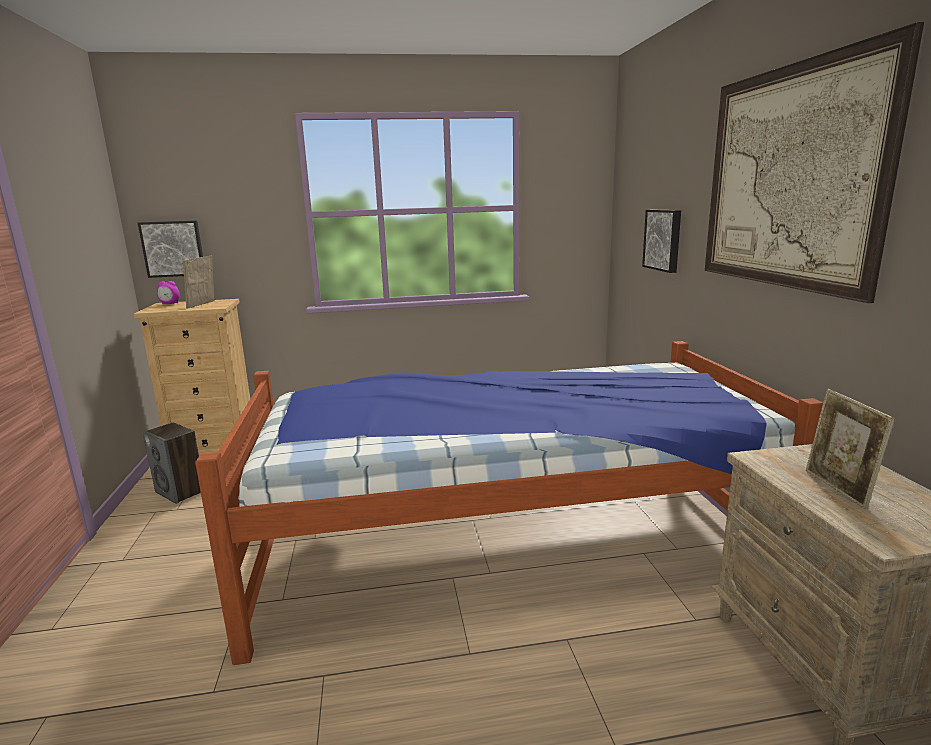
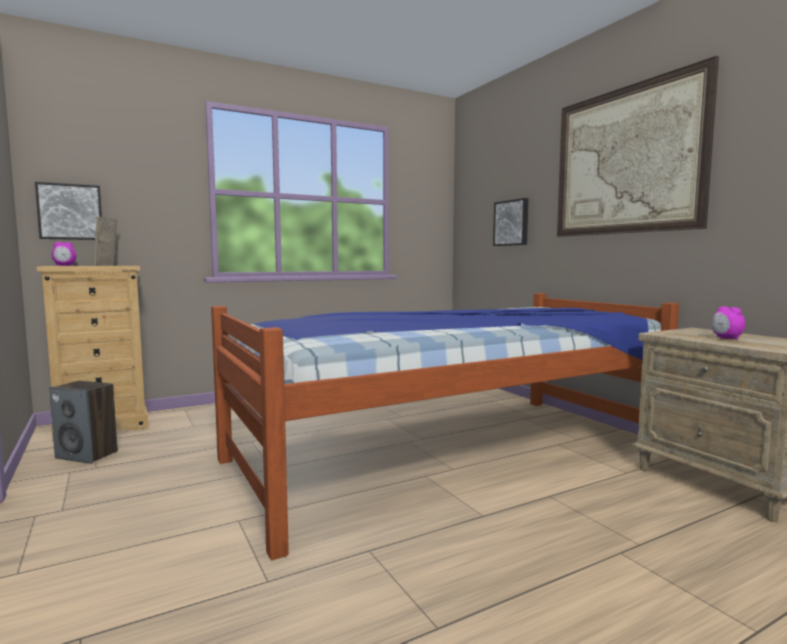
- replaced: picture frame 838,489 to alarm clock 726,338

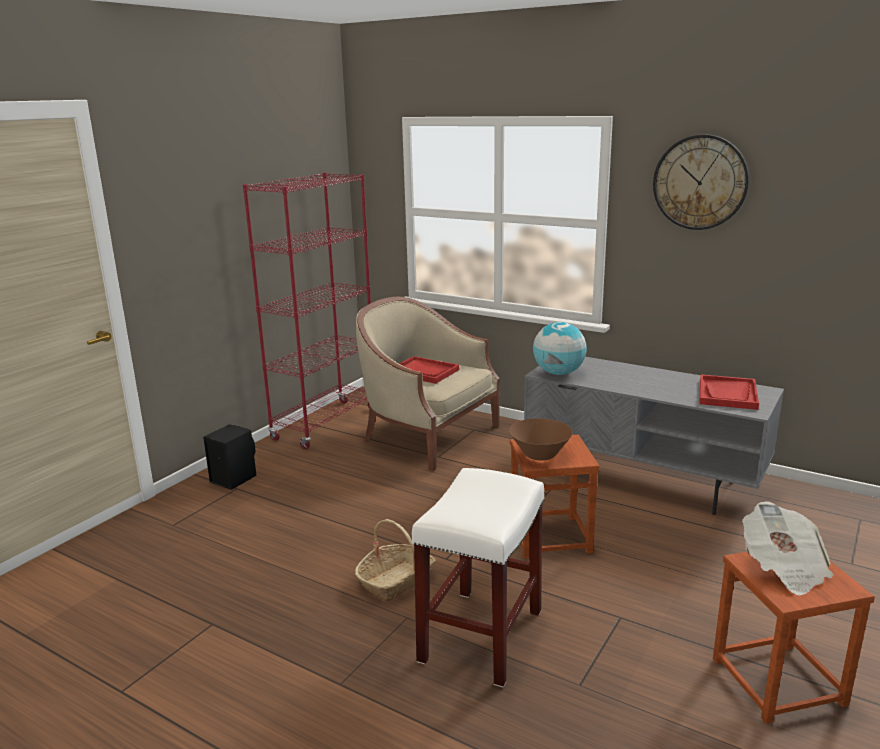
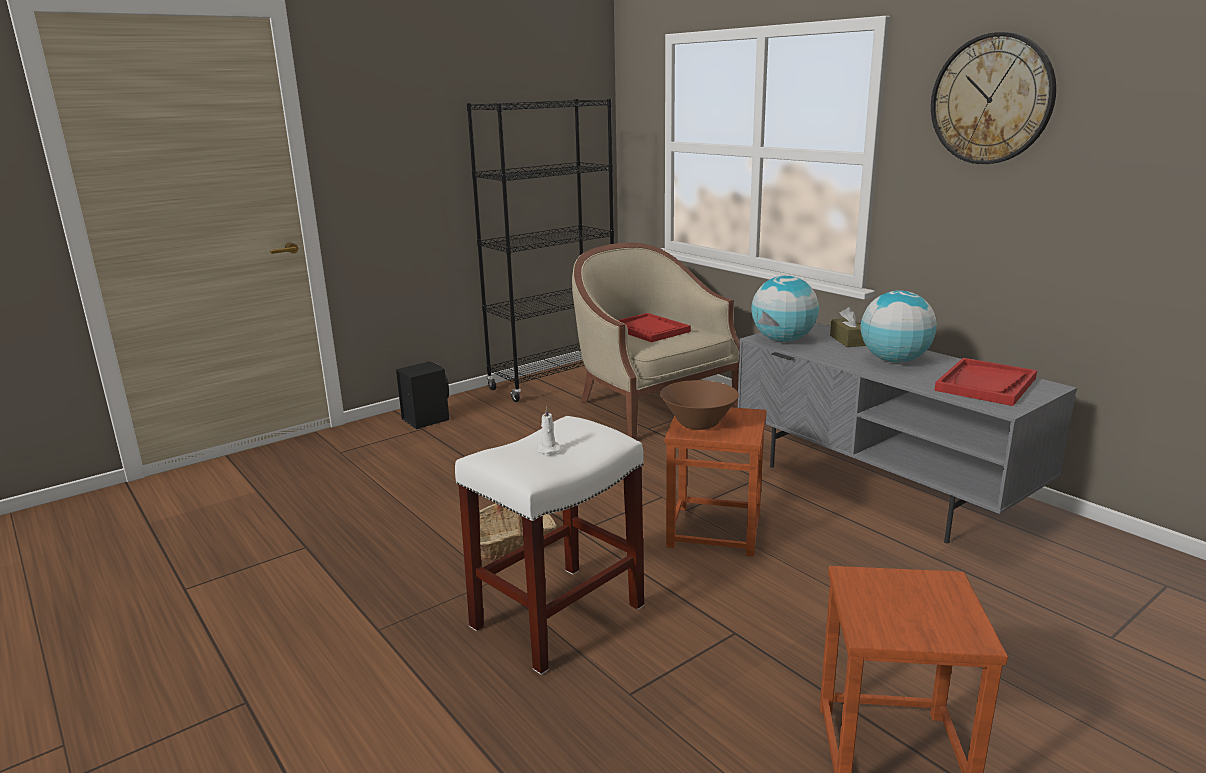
- recoloured: red bookcase 325,424 to black bookcase 553,381
- removed: newspaper 783,568
- added: white candle 548,449
- added: brown tissue box 848,340
- added: globe 894,360

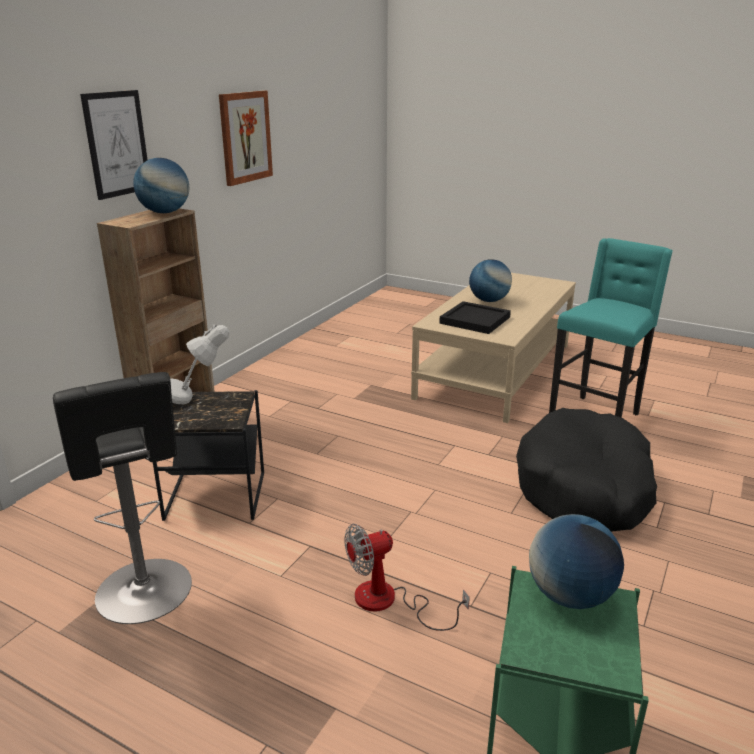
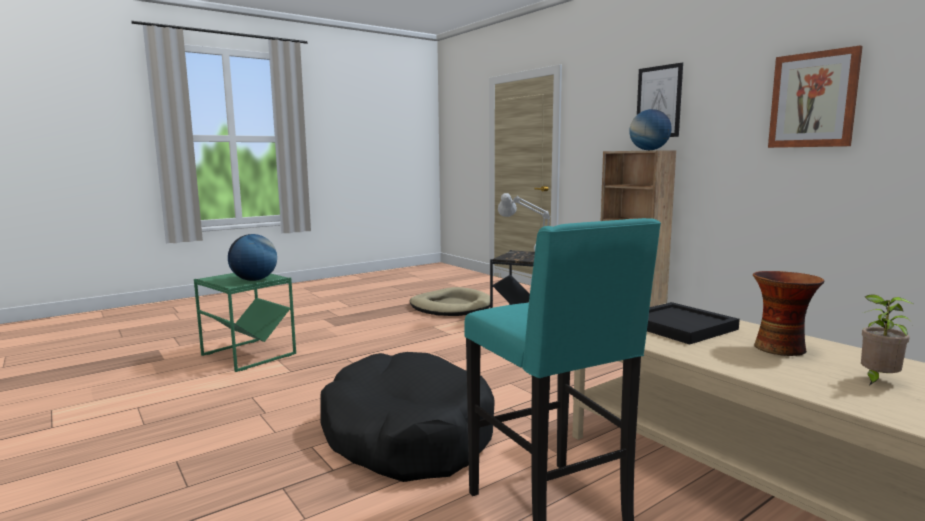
- replaced: black stool 146,594 to beige dog bed 451,306
- removed: fan 389,602
- replaced: globe 489,300 to vase 780,348
- added: potted plant 877,381

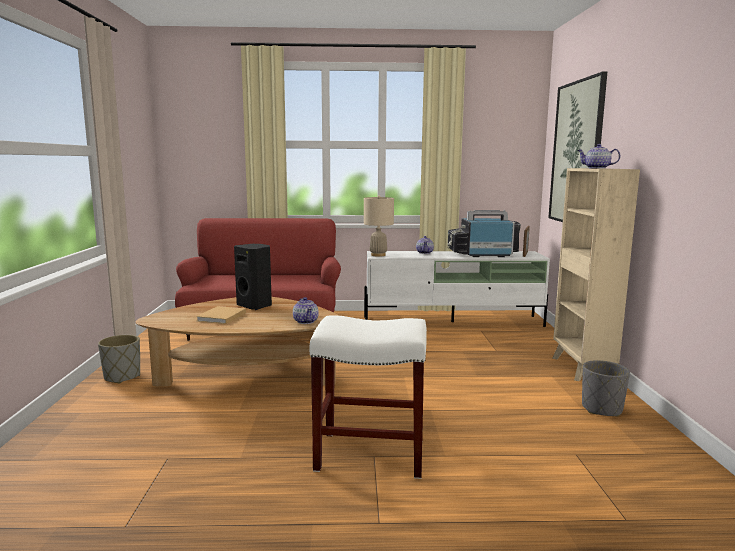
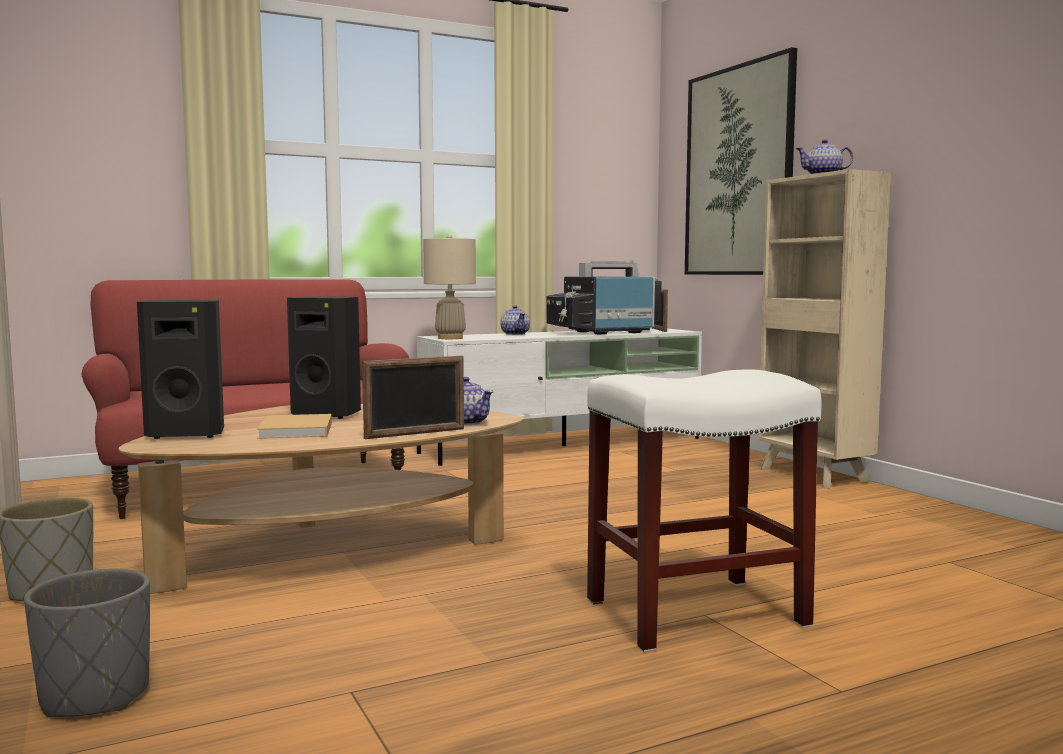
- moved: grey planter 601,409 to 94,696
- added: black speaker 188,434
- added: picture frame 415,433

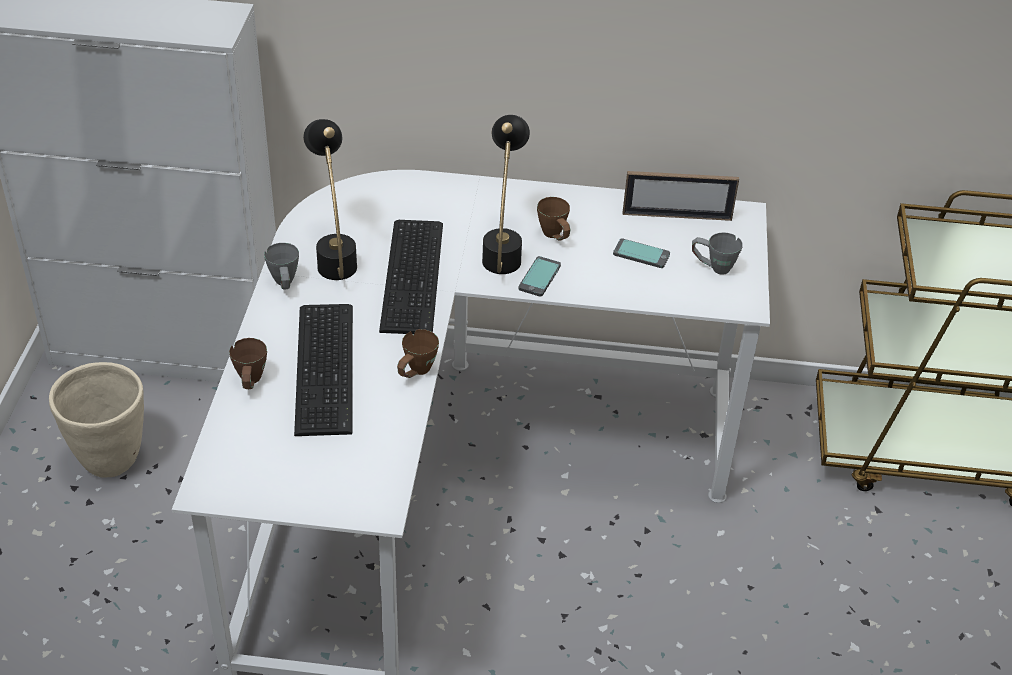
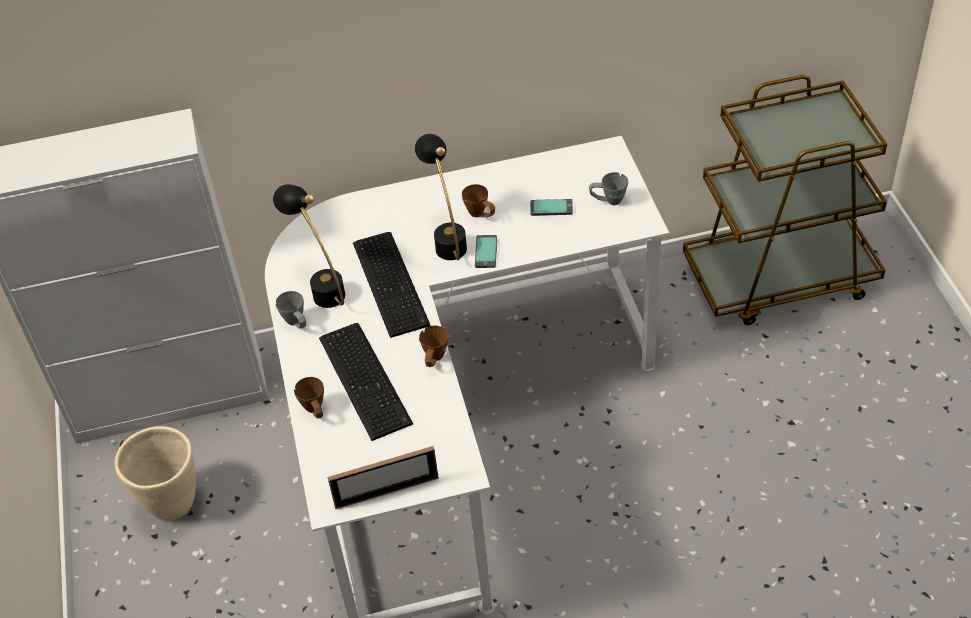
- moved: picture frame 677,216 to 386,492

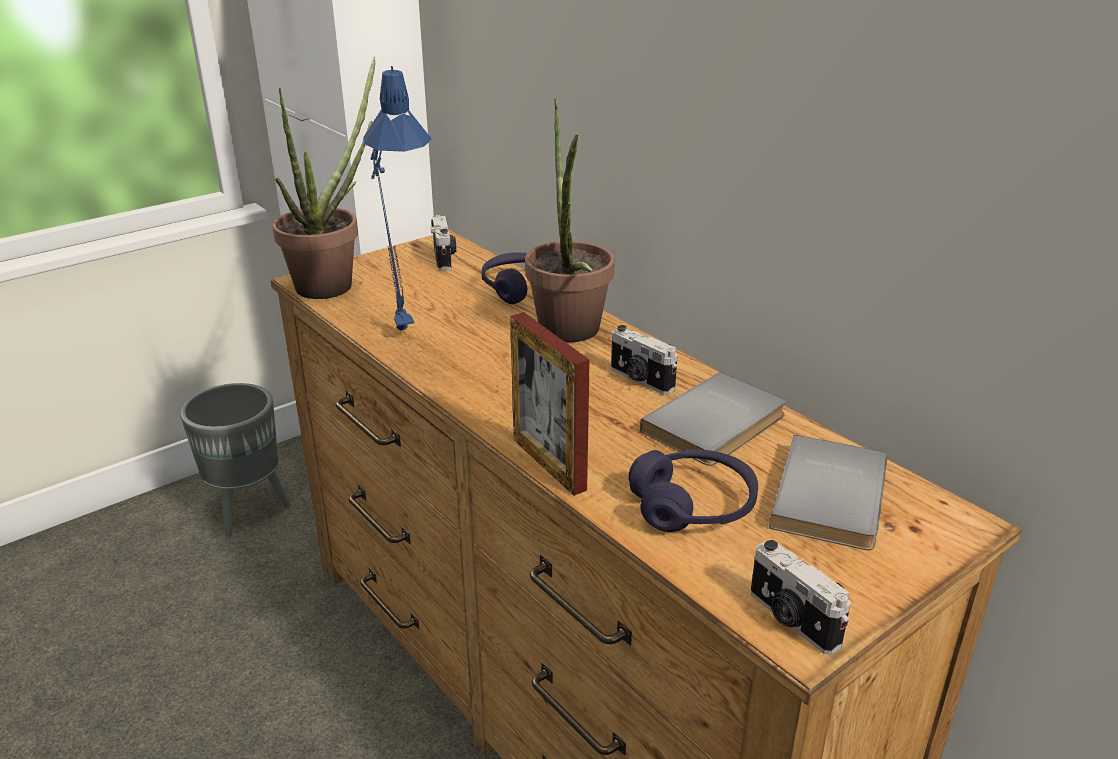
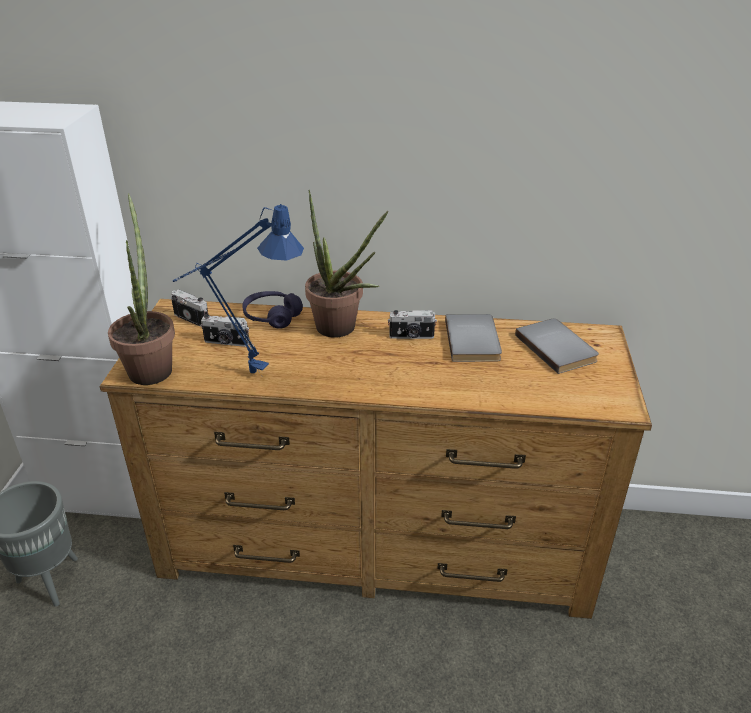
- removed: picture frame 549,464
- removed: purple headphones 693,506
- moved: photo camera 791,620 to 226,342

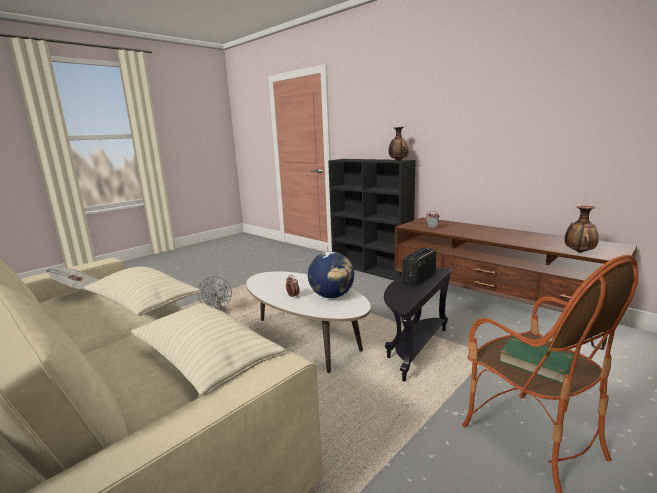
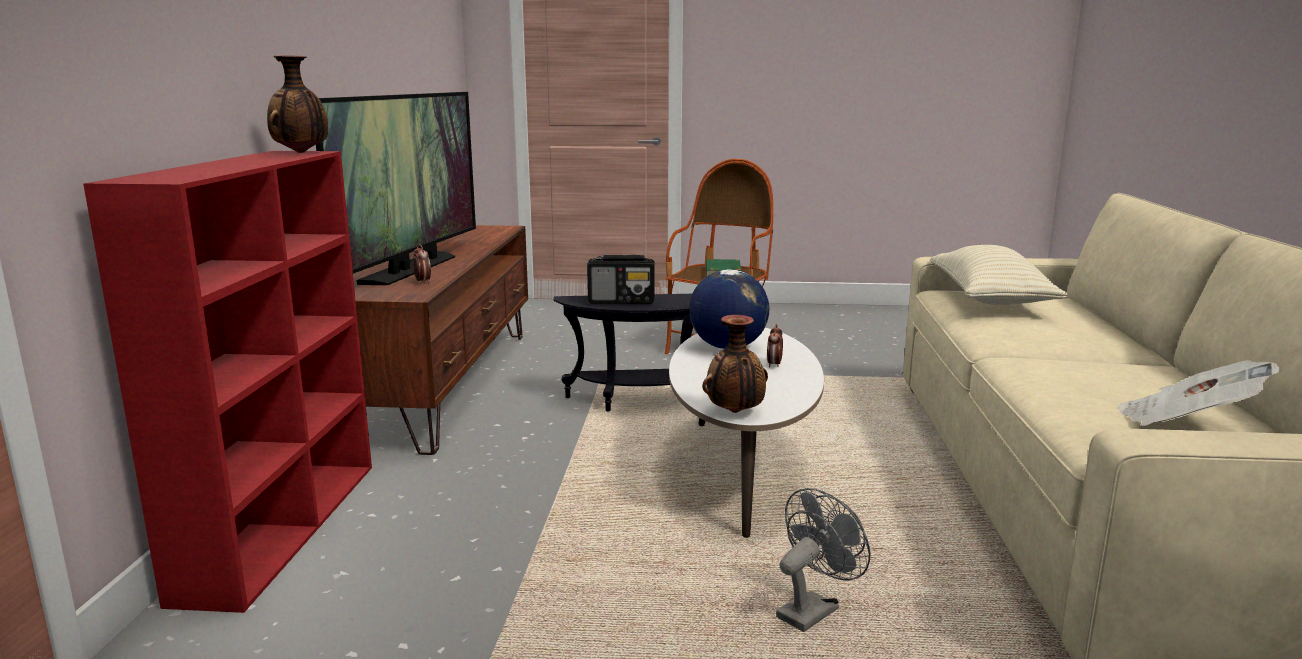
- removed: beige pillow 143,304
- recoloured: black bookcase 371,269 to red bookcase 283,526
- moved: vase 578,252 to 735,412
- added: television 411,269

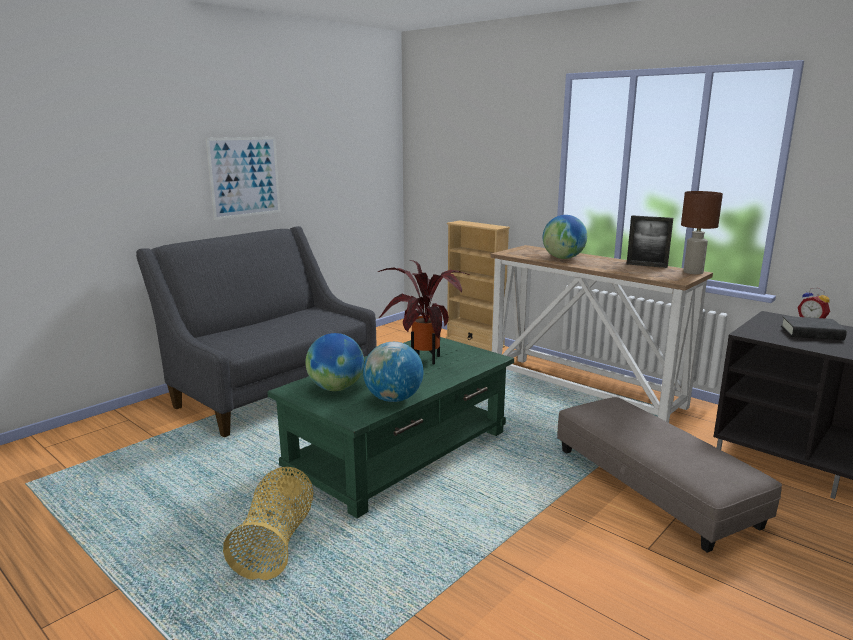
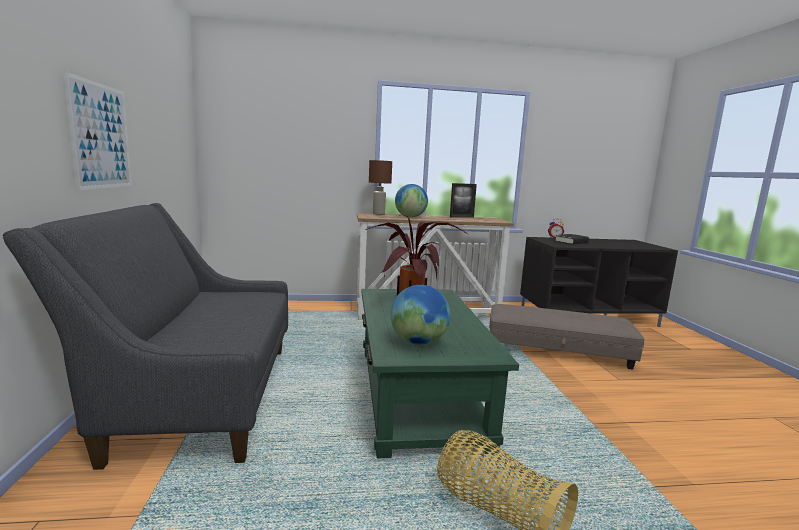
- removed: globe 393,399
- removed: beige bookcase 475,342
- moved: brown table lamp 693,272 to 379,214

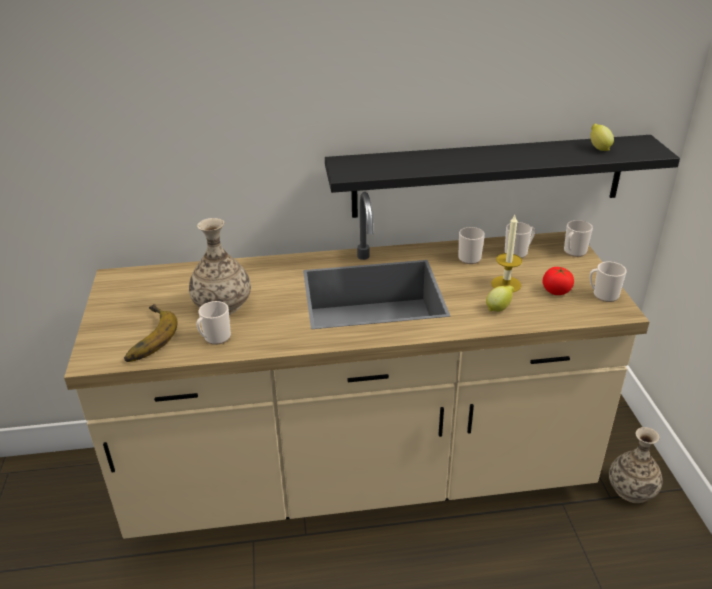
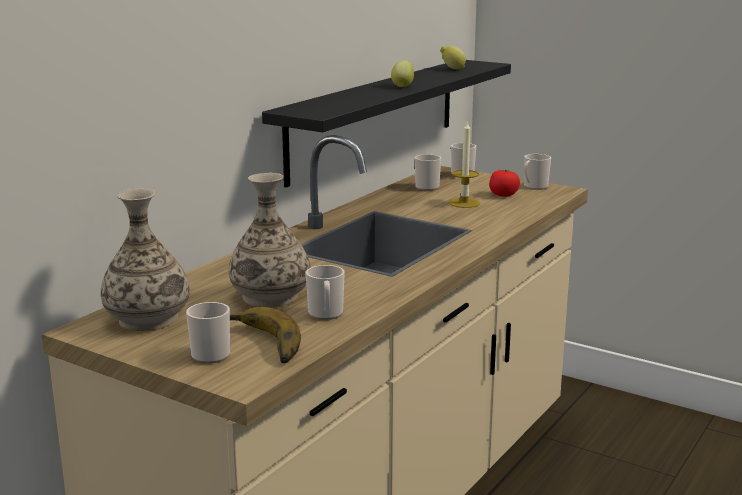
- moved: mug 470,257 to 209,353
- moved: lemon 499,308 to 402,86
- moved: vase 631,489 to 147,319

